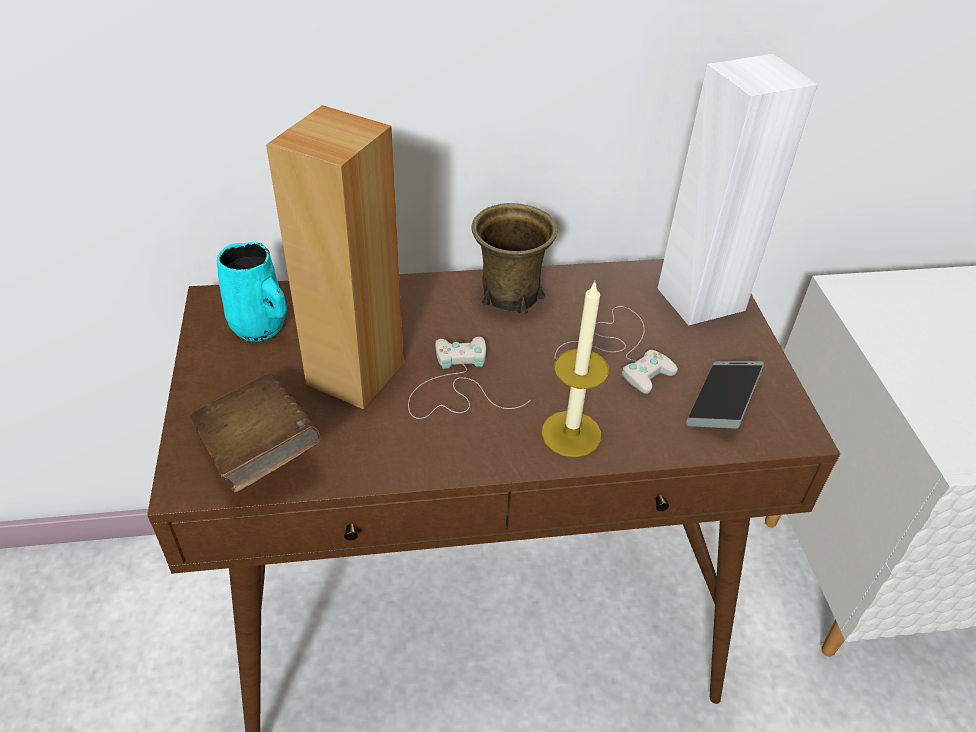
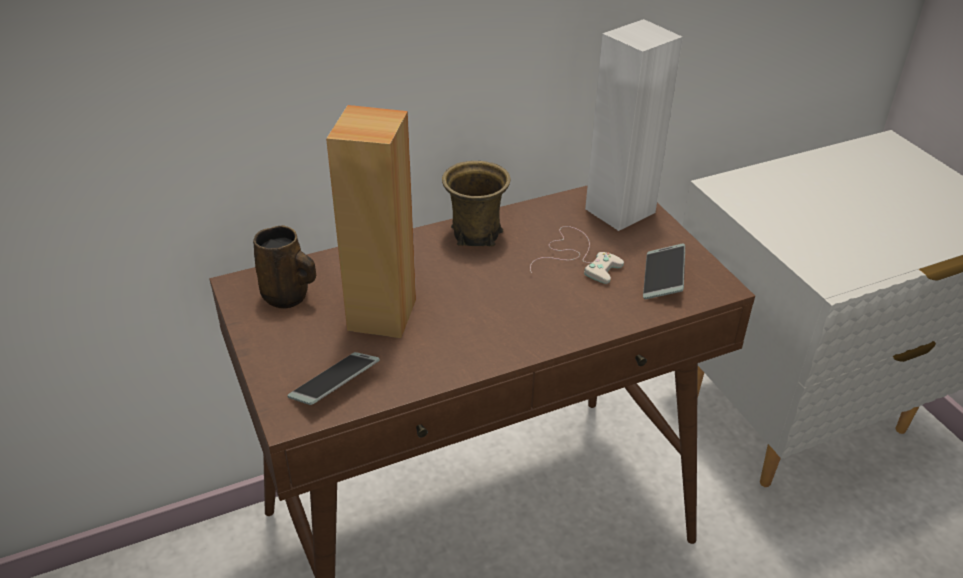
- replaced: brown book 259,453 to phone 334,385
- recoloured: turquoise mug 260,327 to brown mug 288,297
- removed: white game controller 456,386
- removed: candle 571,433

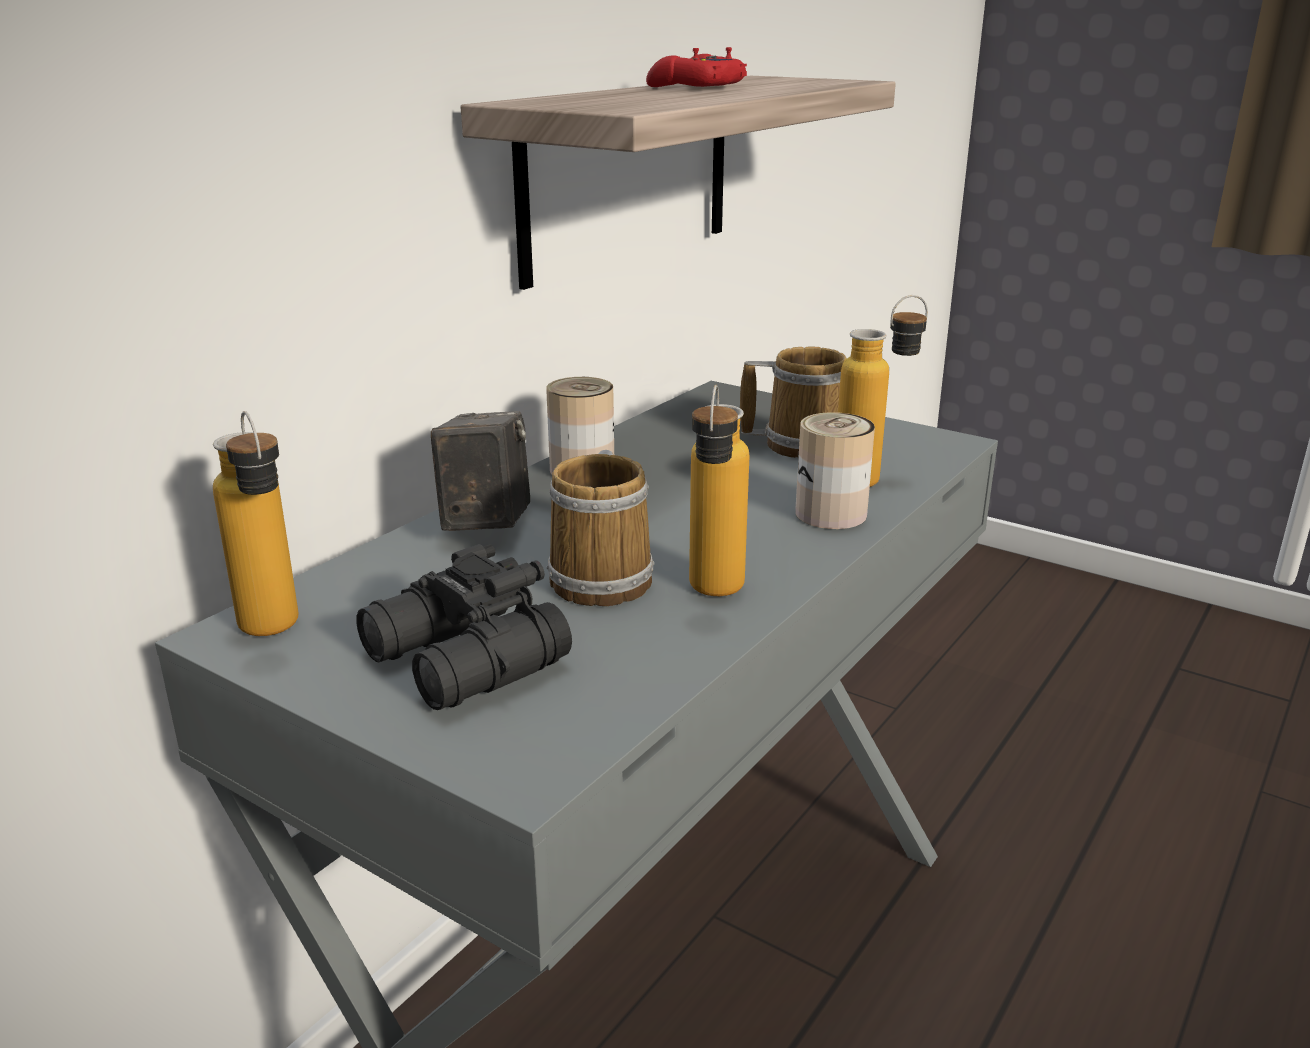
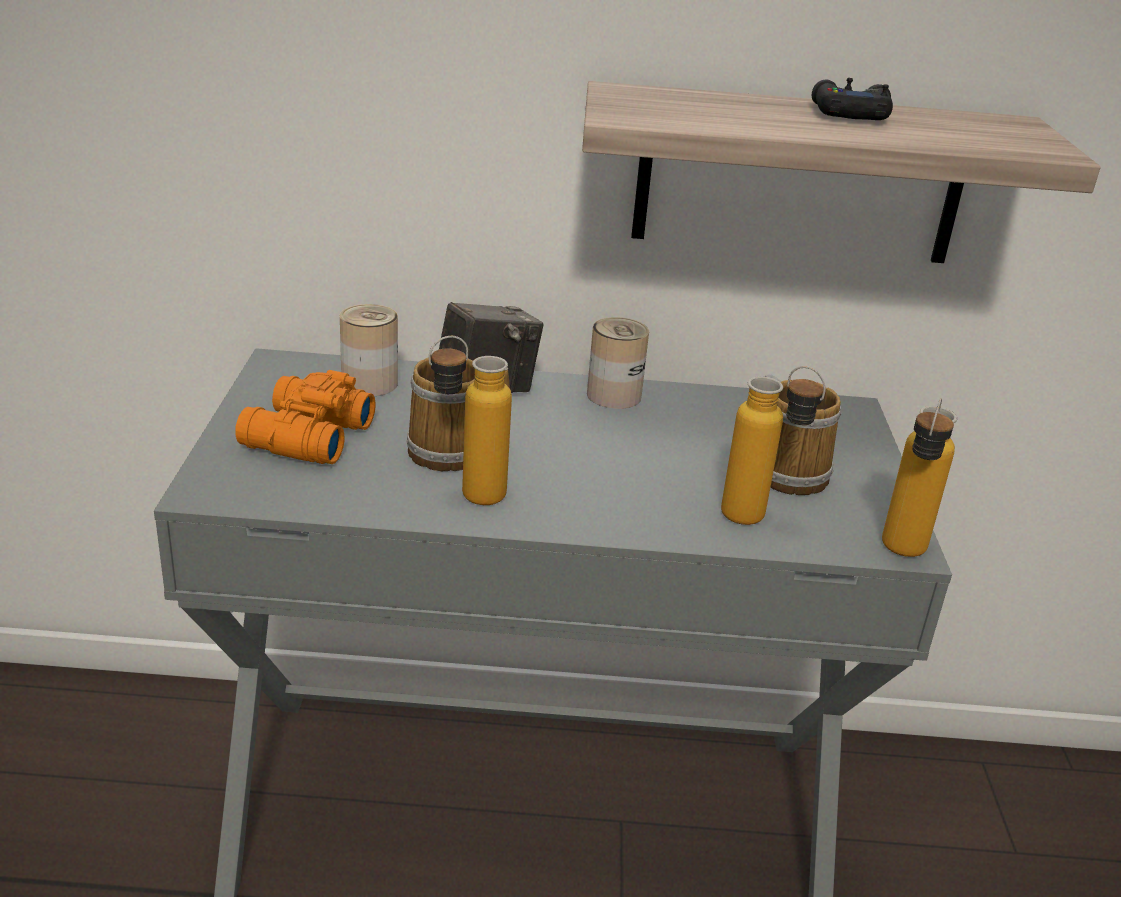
- moved: bottle 276,634 to 900,555
- recoloured: black binoculars 463,662 to orange binoculars 304,437
- recoloured: red game controller 695,87 to black game controller 848,114
- moved: can 830,514 to 369,383

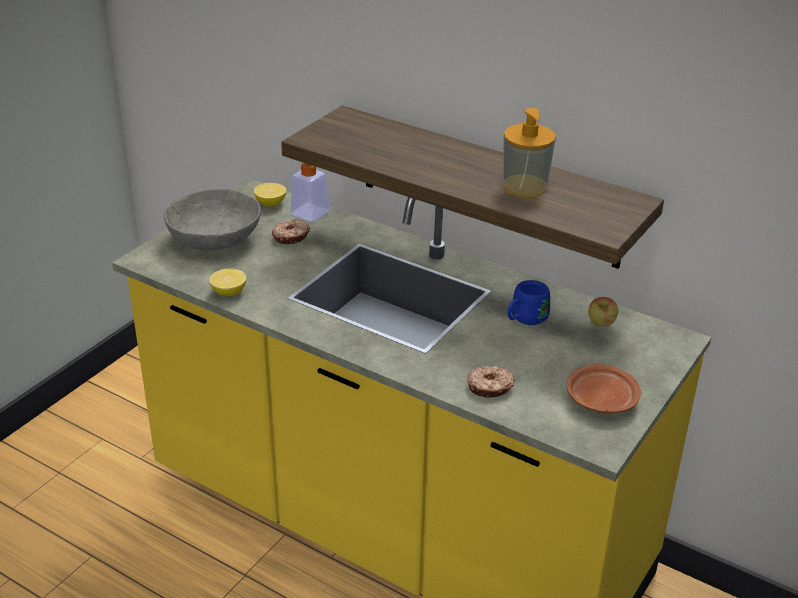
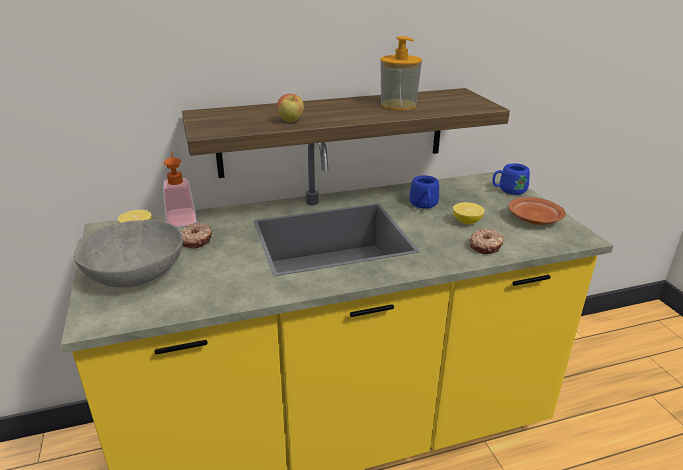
- moved: lemon 229,292 to 467,222
- moved: apple 601,325 to 291,121
- added: blue mug 508,191

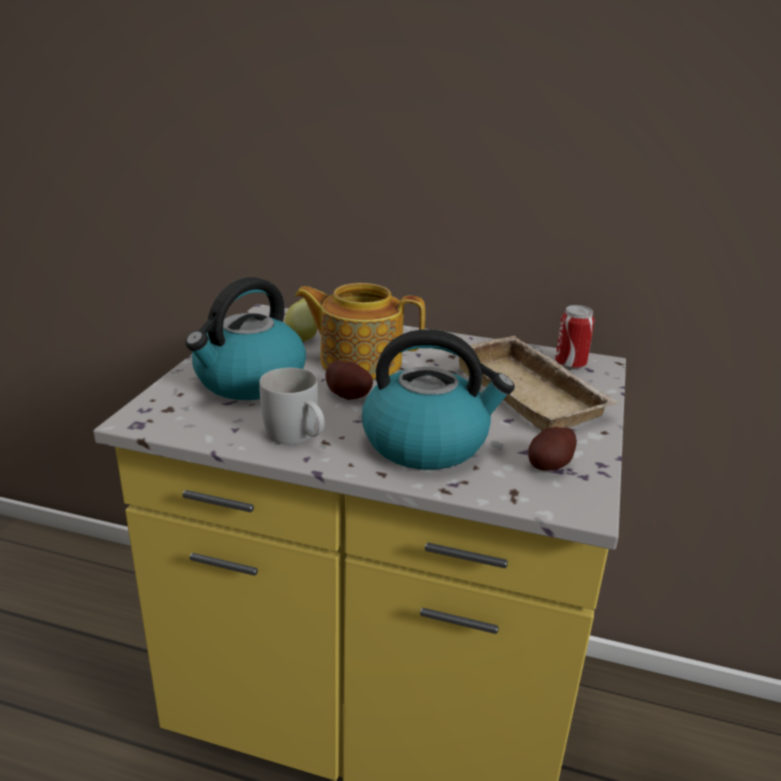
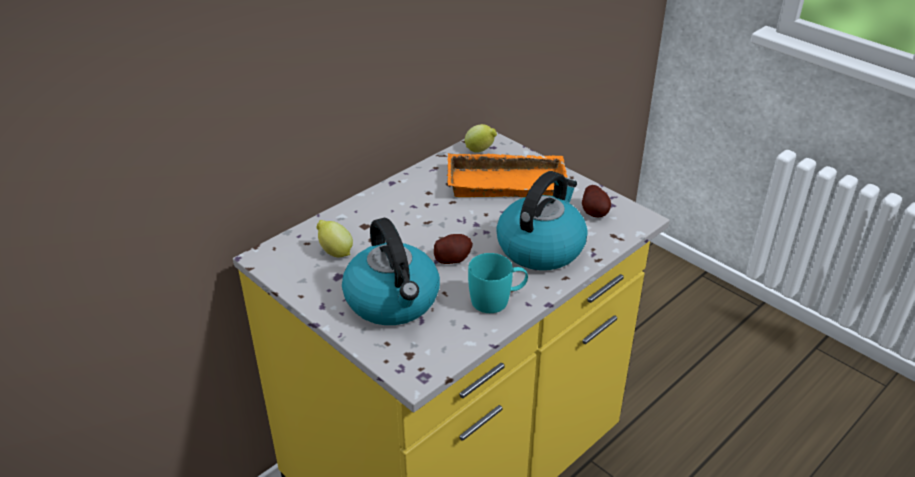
- recoloured: white mug 297,437 to turquoise mug 497,300
- removed: teapot 359,361
- recoloured: beige tray 533,393 to orange tray 508,181
- replaced: can 570,364 to lemon 480,151

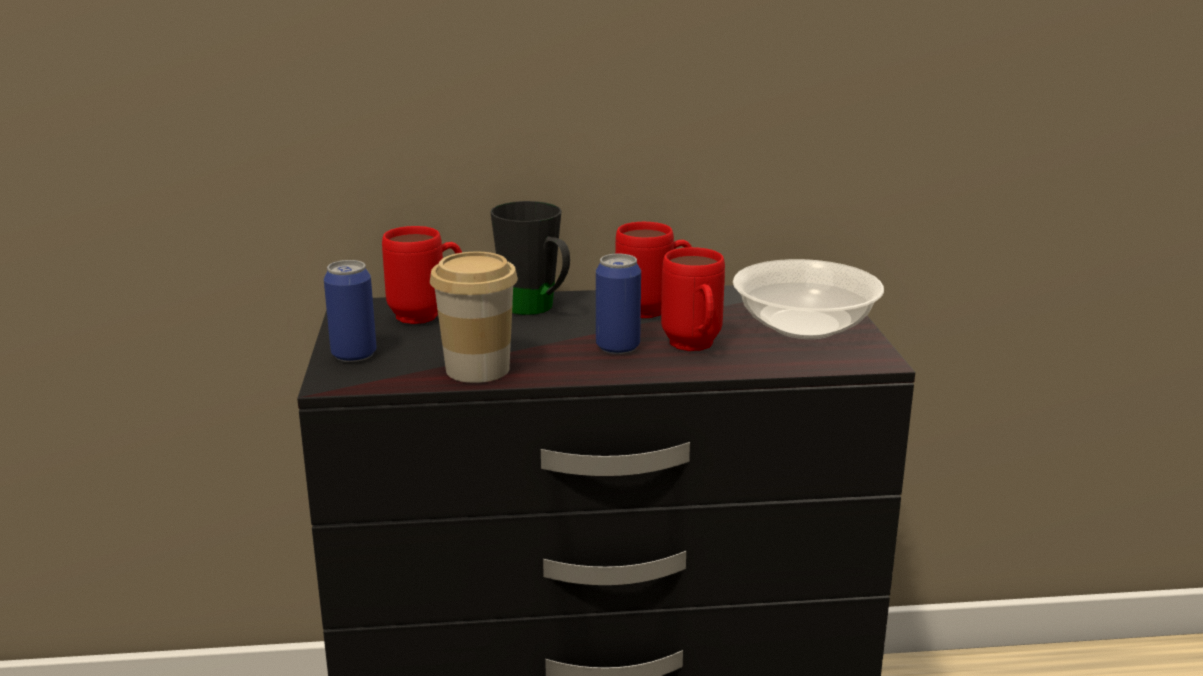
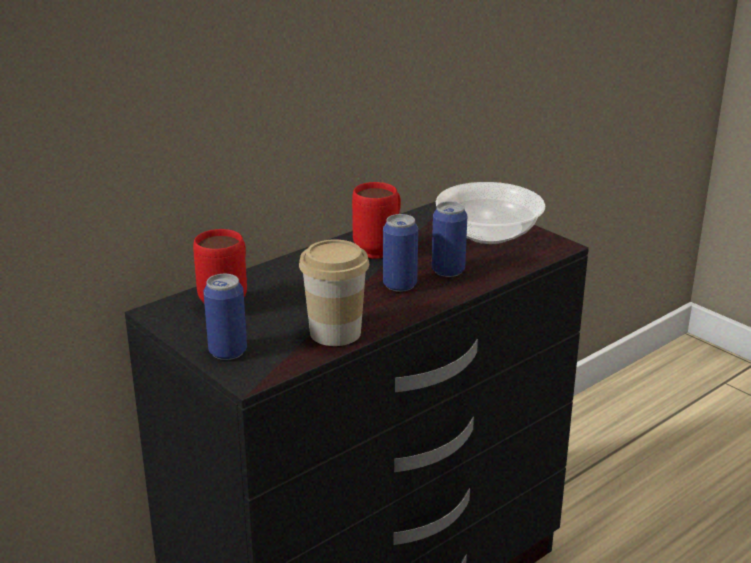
- removed: black mug 537,310
- replaced: red mug 694,348 to can 448,270

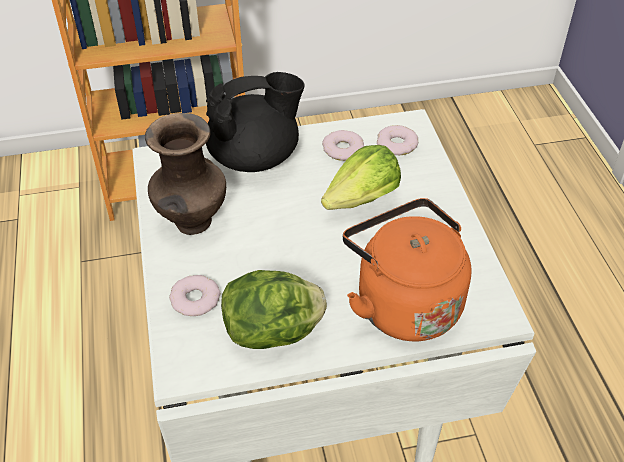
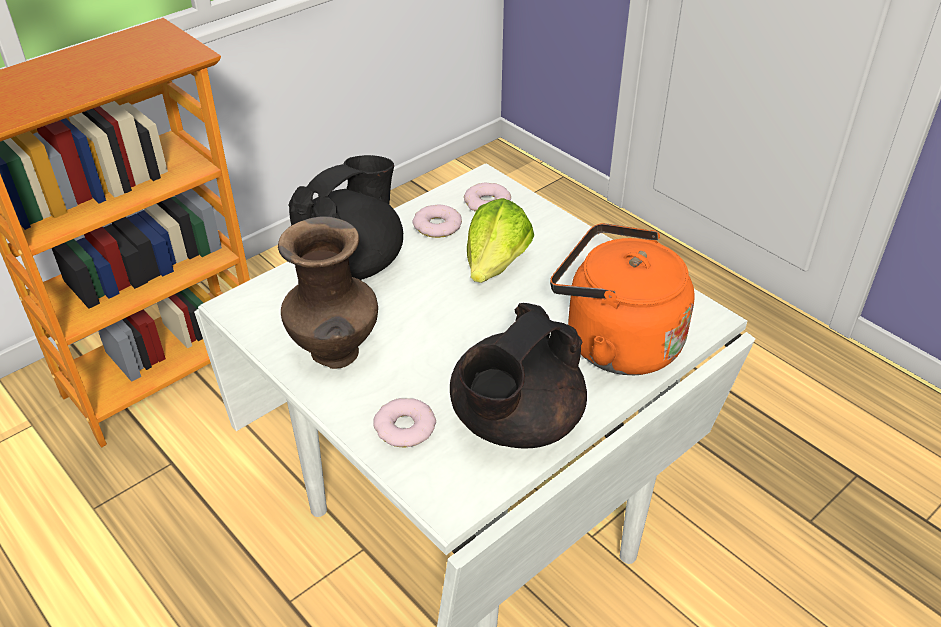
- replaced: lettuce 274,332 to black teapot 514,423

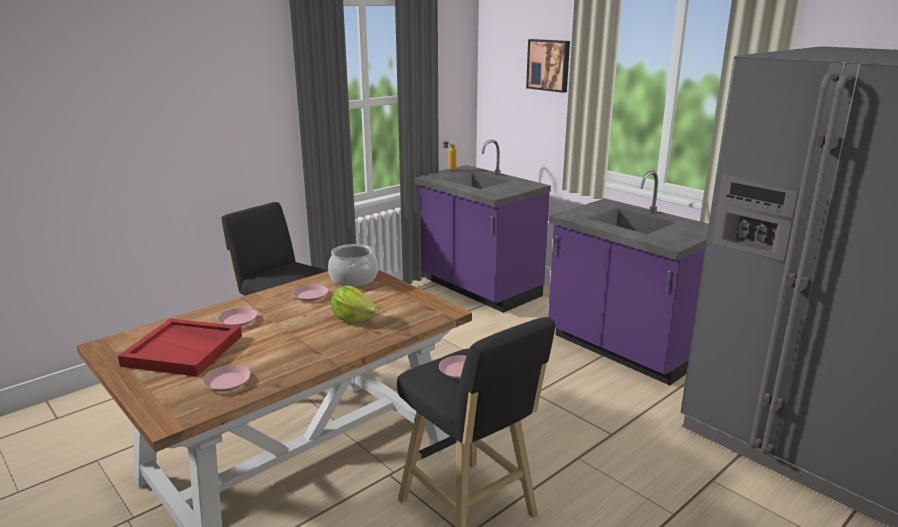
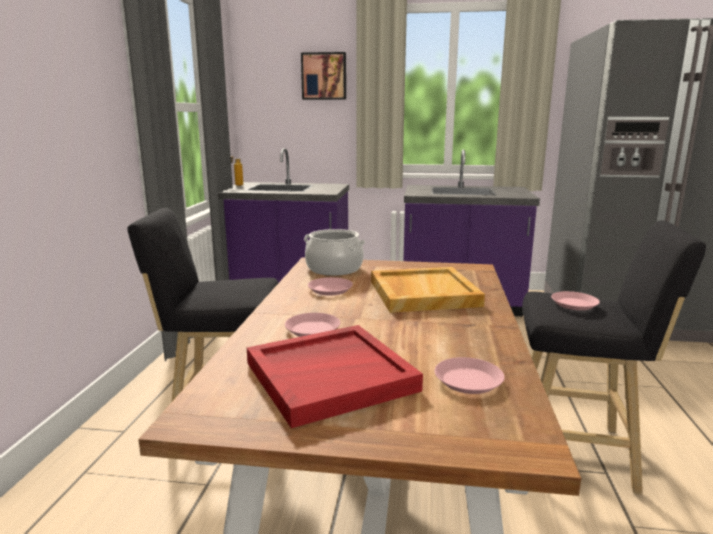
- replaced: lettuce 353,319 to beige tray 422,293

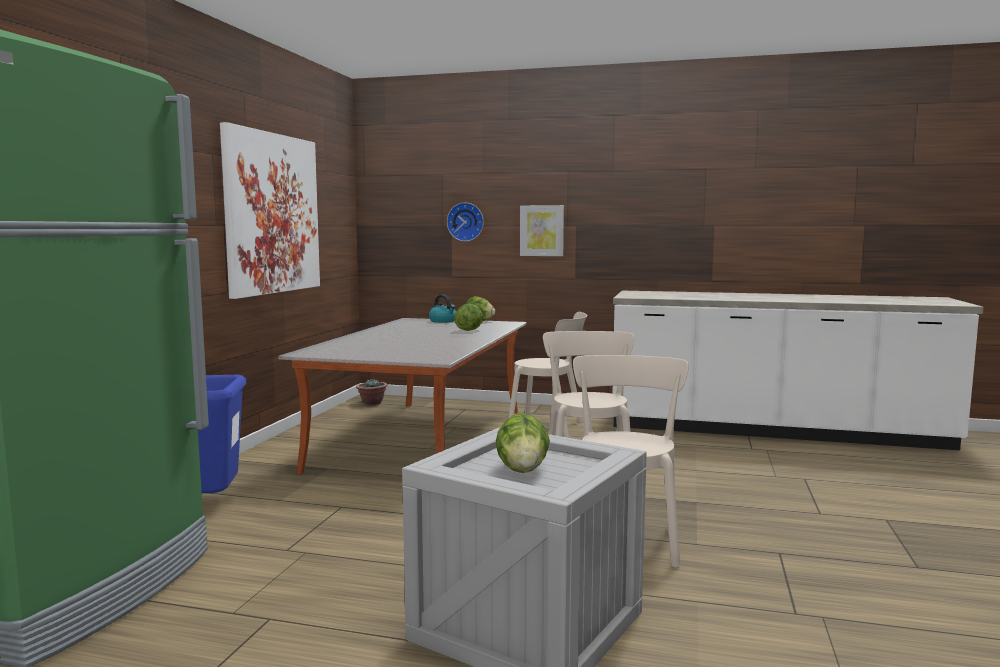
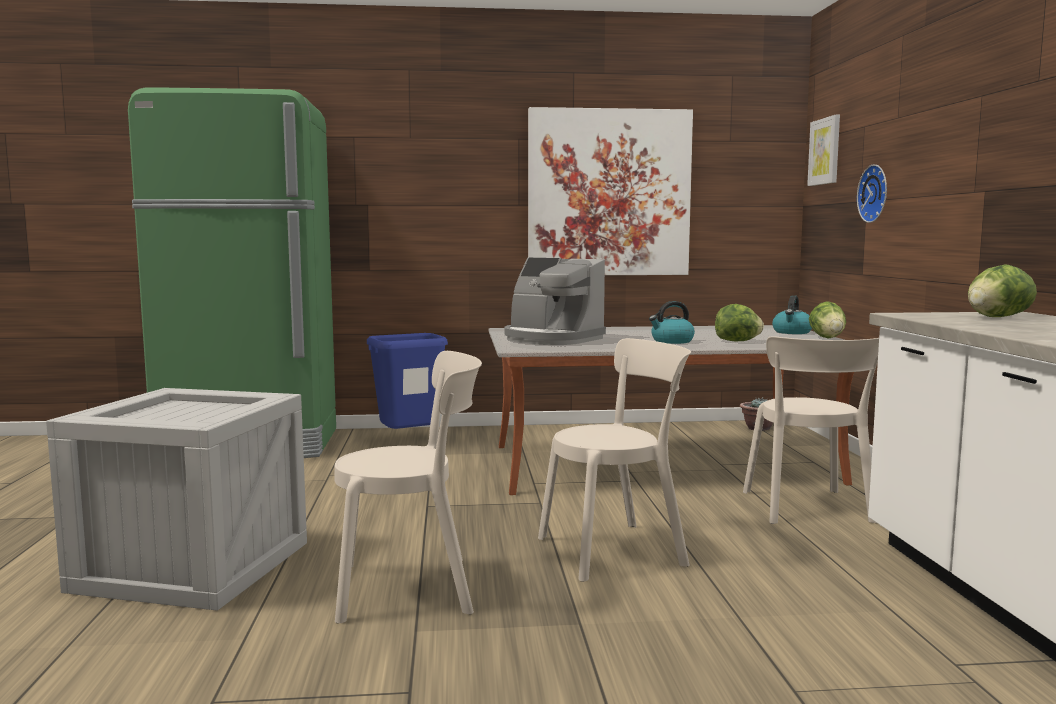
- moved: lettuce 523,470 to 997,317
- moved: picture 542,230 to 825,151
- added: coffee machine 551,339
- added: kettle 671,341

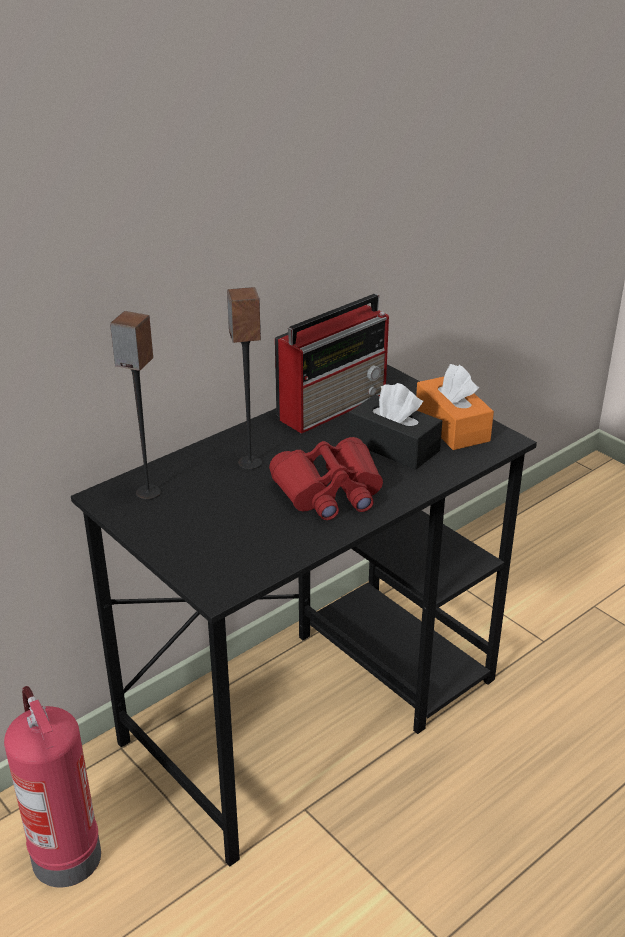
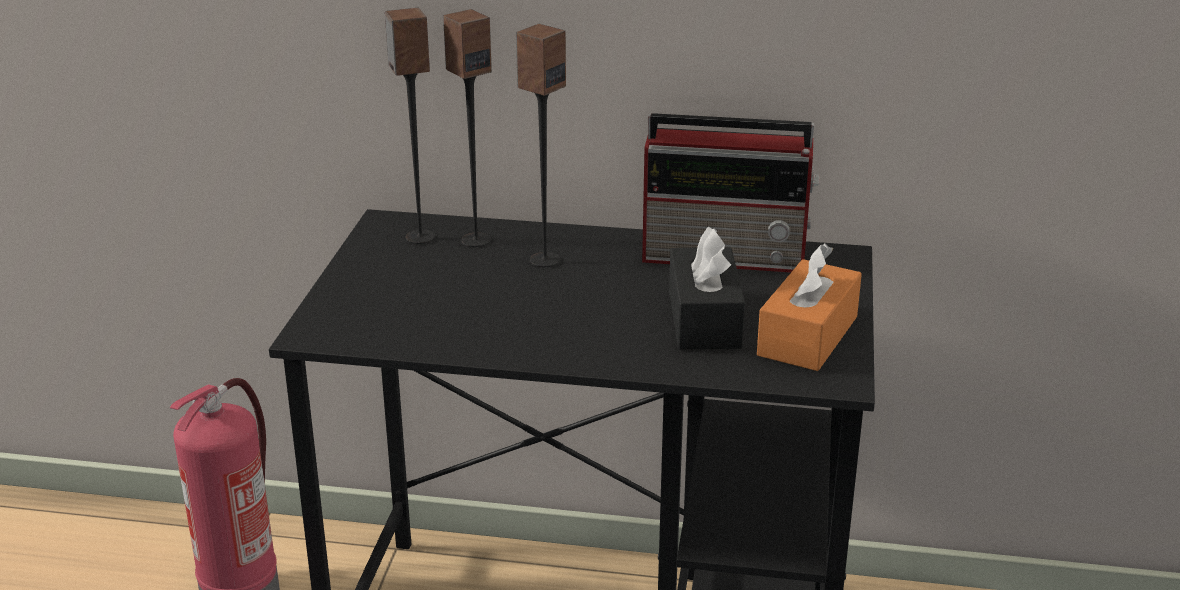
- removed: red binoculars 329,492
- added: speaker 475,240

